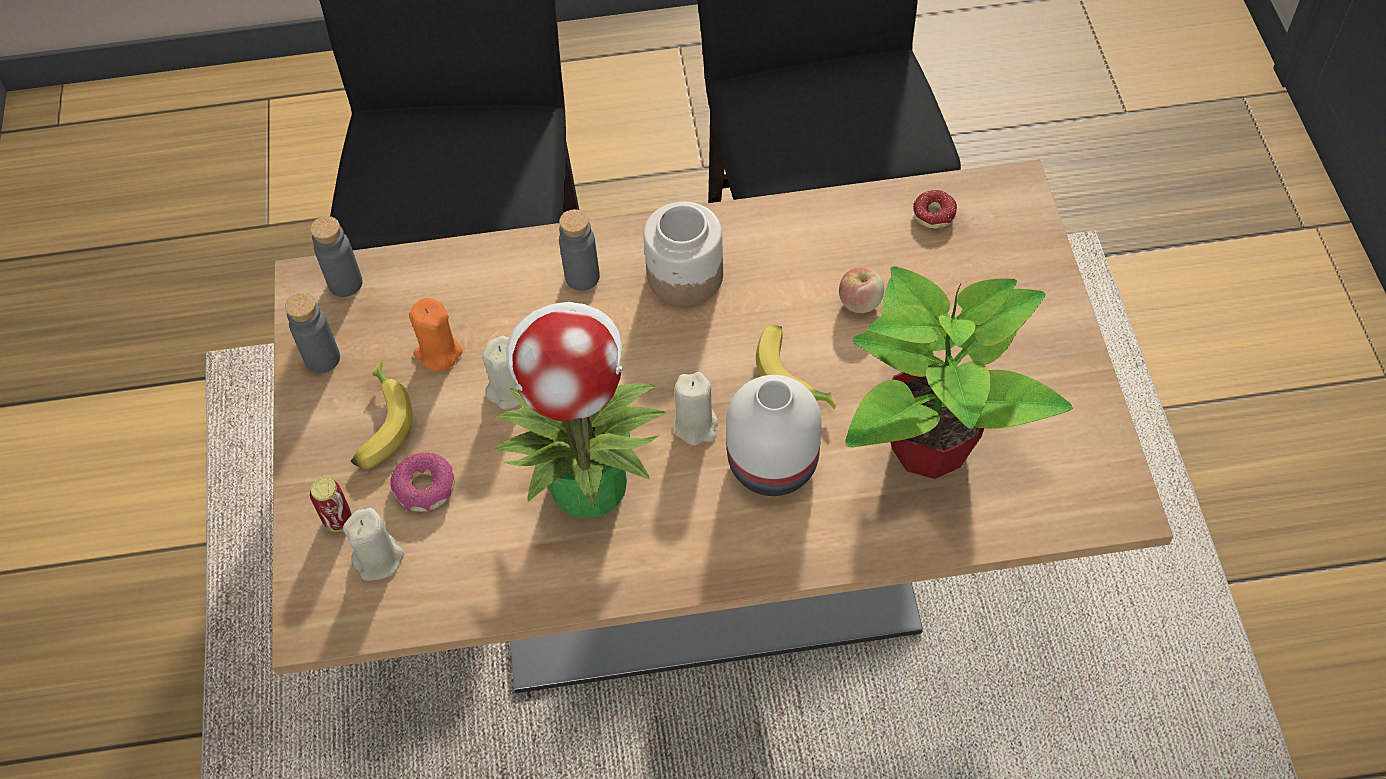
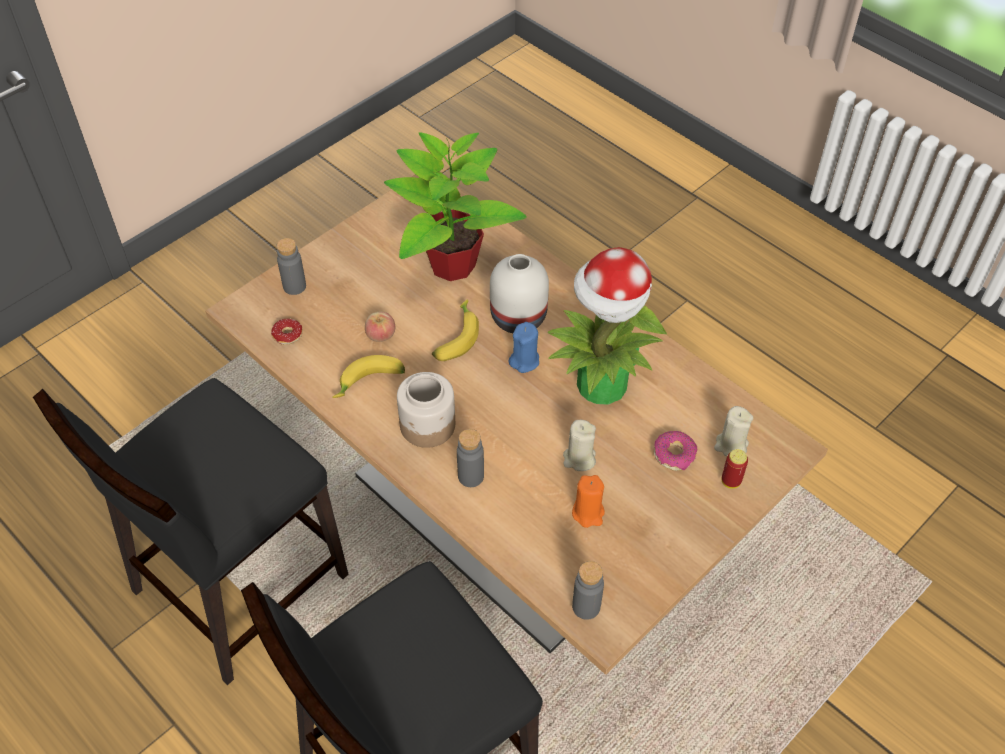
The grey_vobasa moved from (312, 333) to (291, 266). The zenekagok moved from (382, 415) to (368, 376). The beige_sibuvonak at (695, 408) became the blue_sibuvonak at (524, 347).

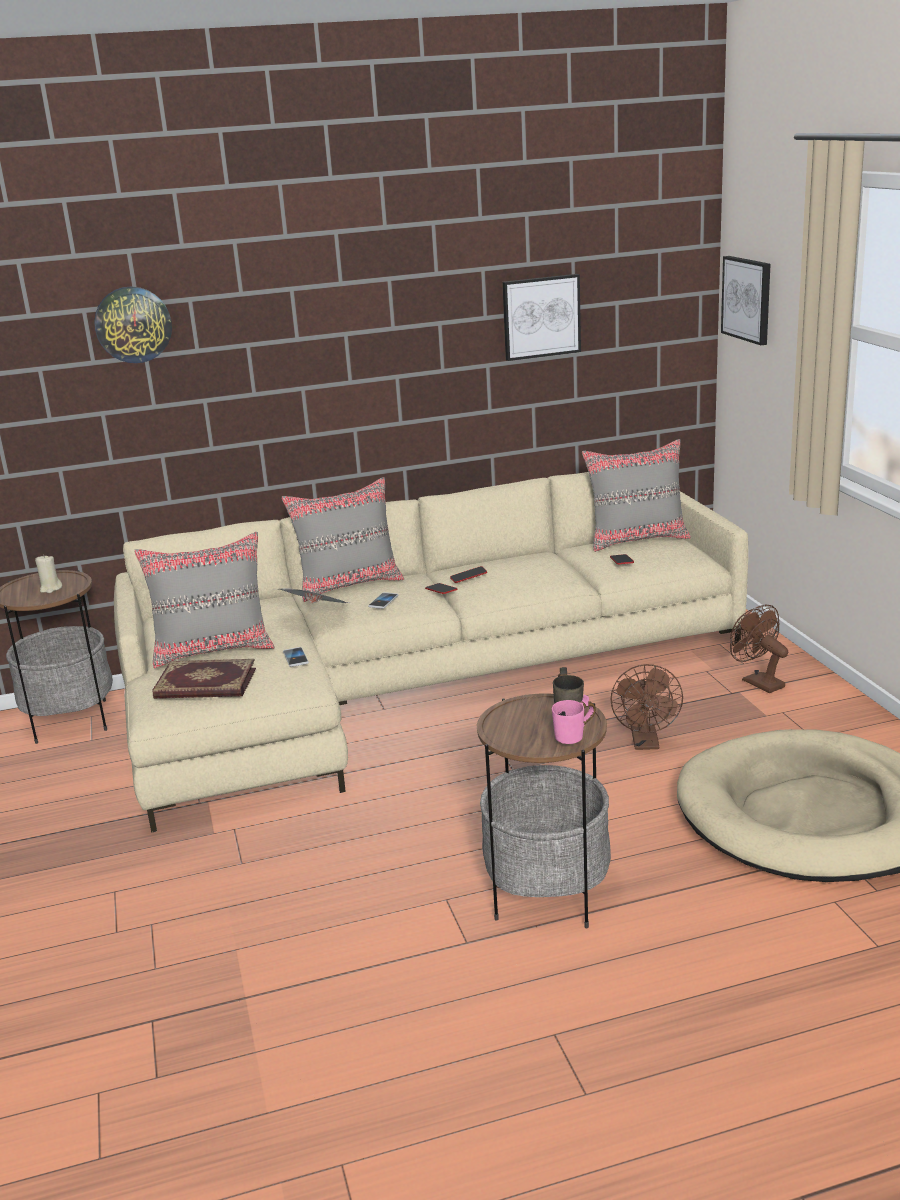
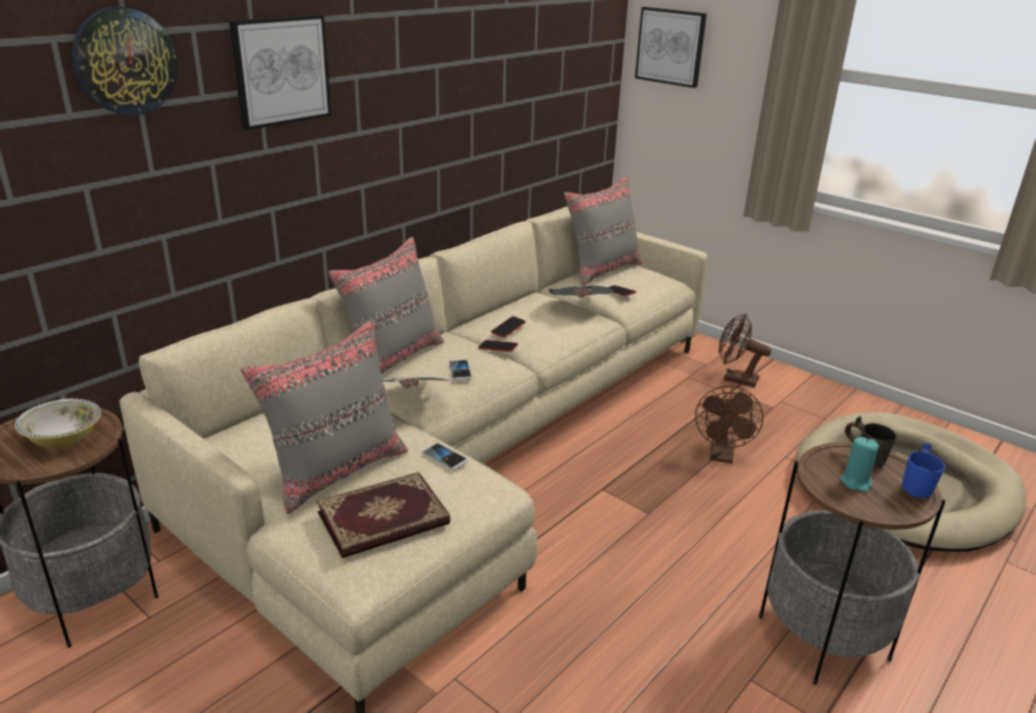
The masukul at (581, 292) appeared. The turquoise_sibuvonak at (859, 464) appeared. The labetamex moved from (541, 317) to (280, 72). The beige_sibuvonak at (48, 574) was replaced by the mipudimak at (58, 423). The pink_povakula at (574, 719) became the blue_povakula at (923, 470). The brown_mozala at (647, 707) turned 45 degrees clockwise.

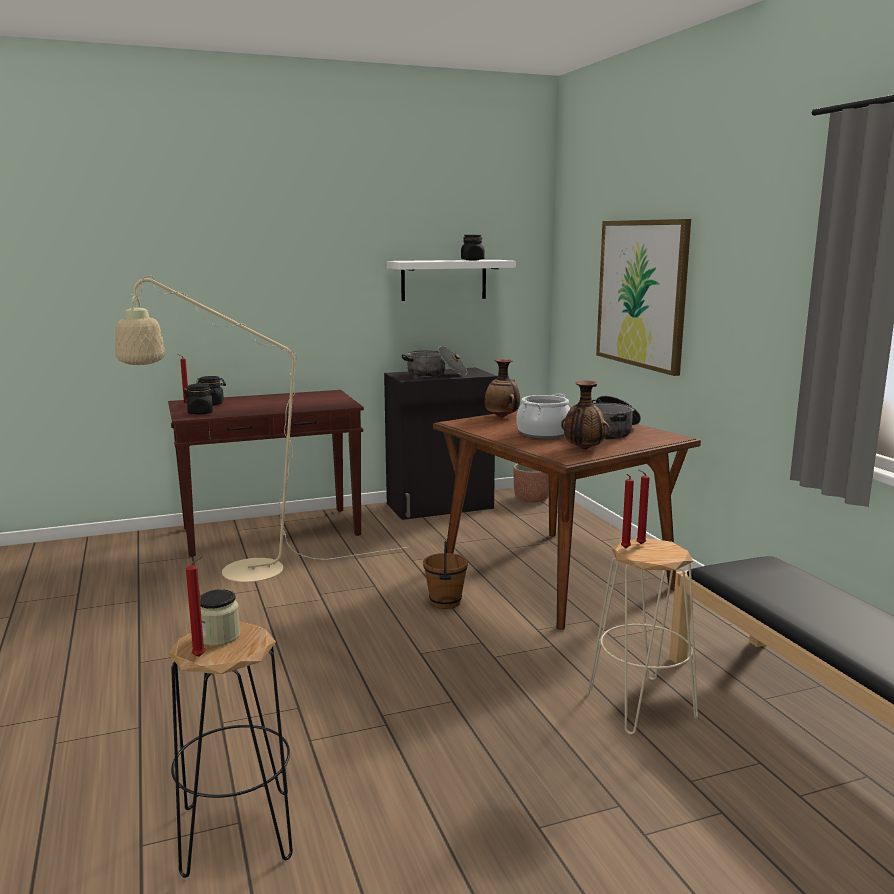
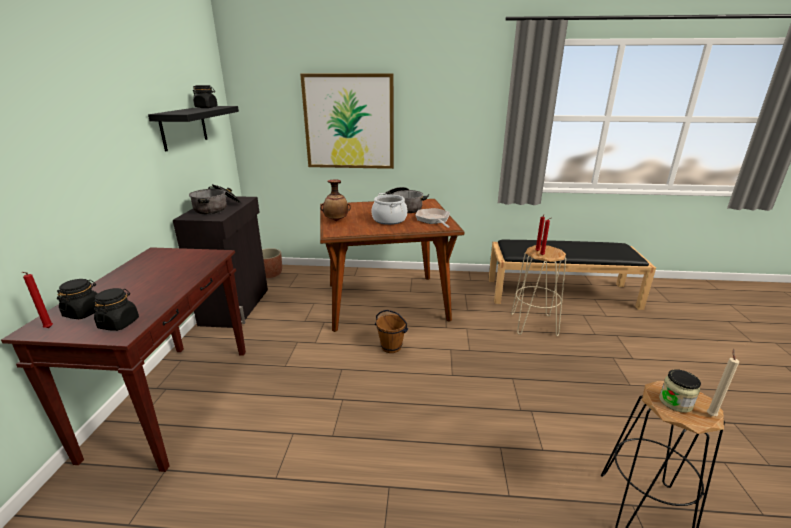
The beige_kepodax at (261, 428) disappeared. The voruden at (585, 415) was replaced by the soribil at (432, 218). The red_sibuvonak at (195, 606) became the beige_sibuvonak at (723, 382). The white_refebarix at (451, 280) became the black_refebarix at (193, 129).

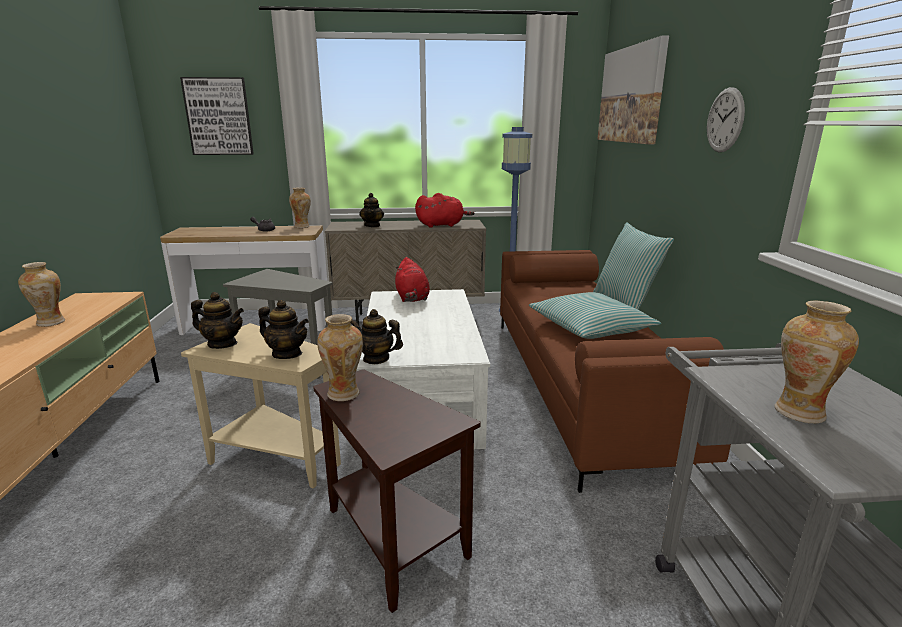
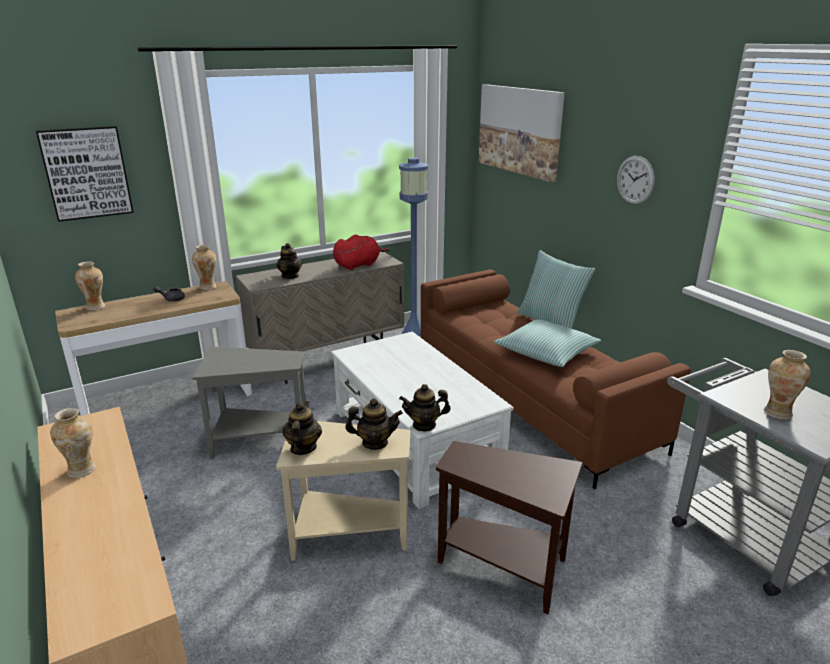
The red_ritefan at (412, 279) disappeared. The voruden moved from (340, 357) to (90, 285). The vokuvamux at (217, 320) turned 75 degrees counterclockwise.

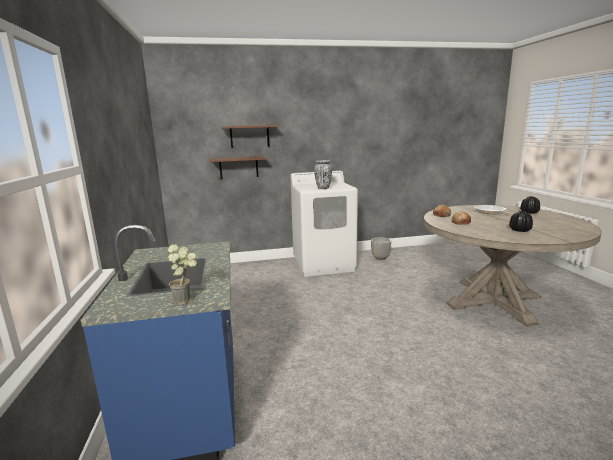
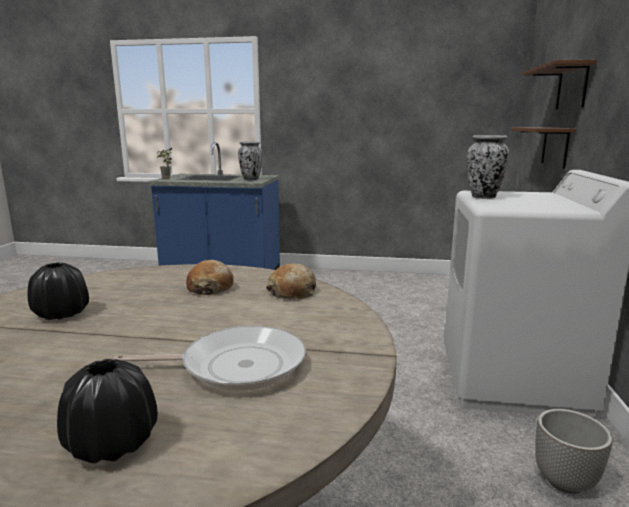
The voruden at (250, 160) appeared.

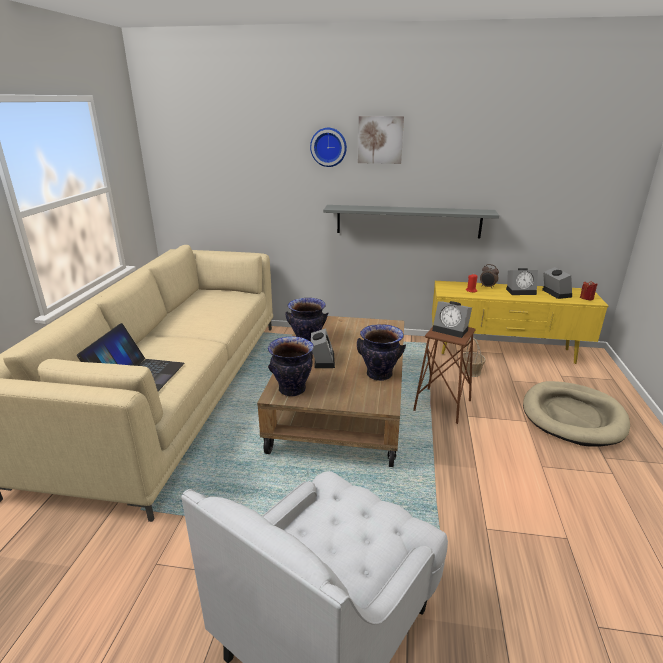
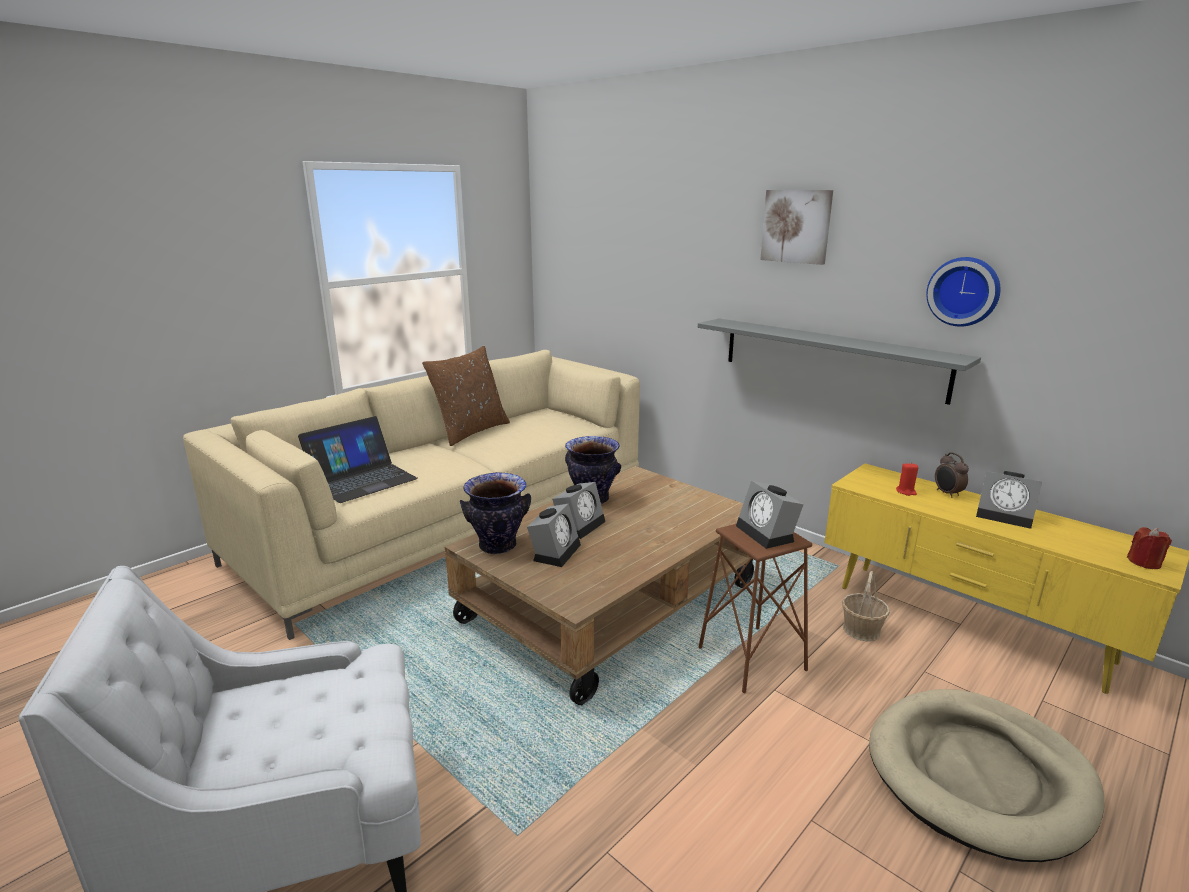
The voruden at (381, 352) disappeared. The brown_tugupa at (466, 396) appeared. The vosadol moved from (328, 147) to (963, 292). The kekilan moved from (557, 283) to (554, 535).

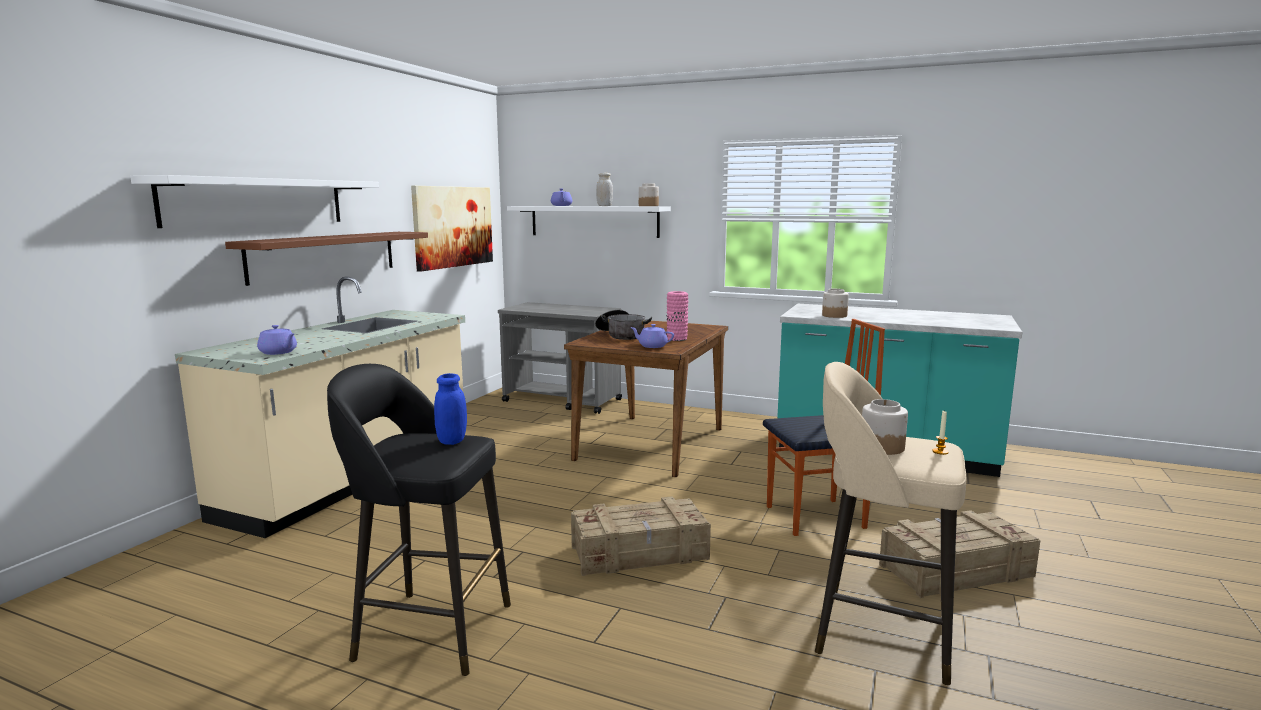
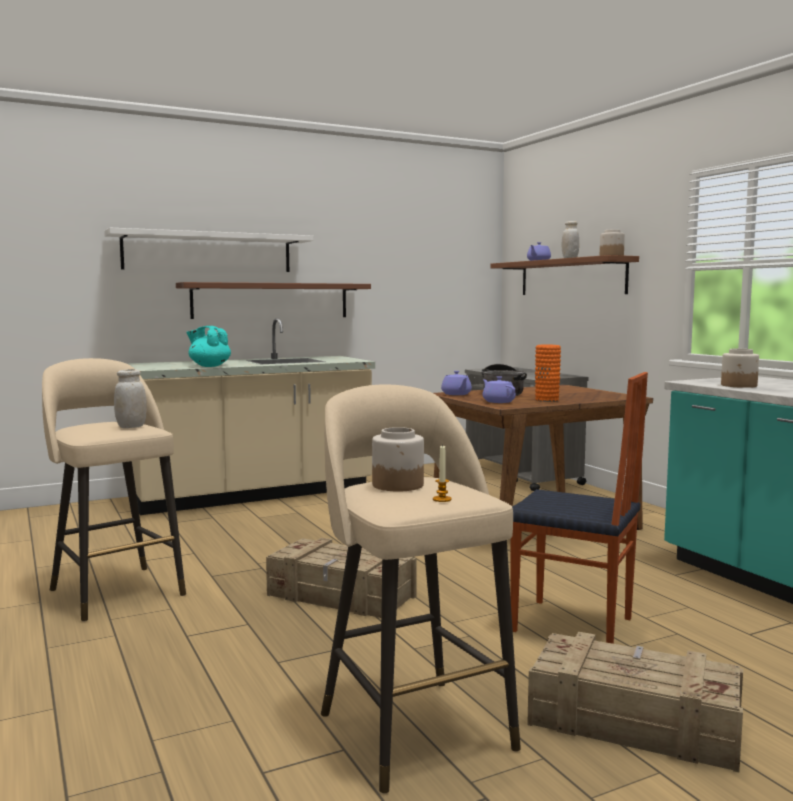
The labetamex at (452, 229) disappeared. The turquoise_vokuvamux at (208, 346) appeared. The purple_vokuvamux moved from (277, 340) to (456, 383). The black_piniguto at (419, 520) became the beige_piniguto at (114, 490). The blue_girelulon at (450, 409) became the white_girelulon at (130, 398). The white_refebarix at (589, 222) became the brown_refebarix at (565, 275). The pink_voruden at (677, 316) became the orange_voruden at (548, 373).

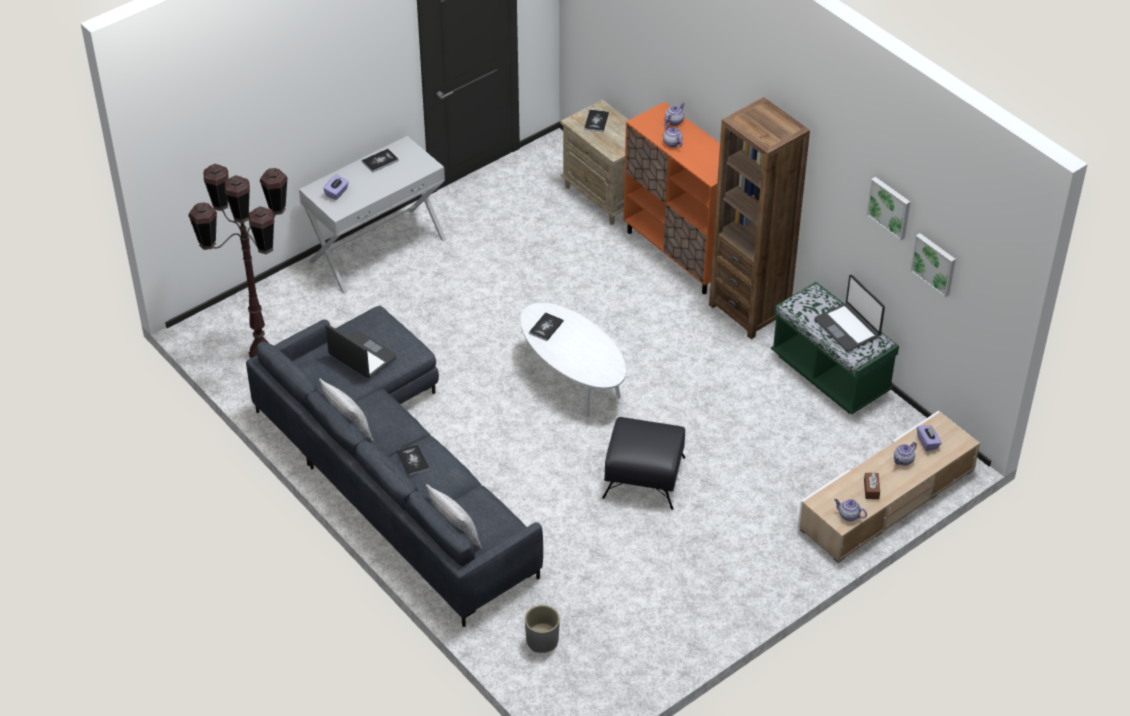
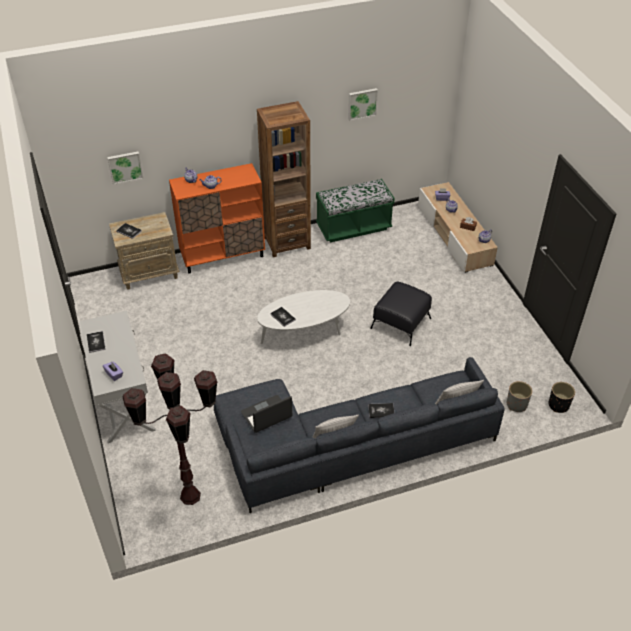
The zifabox at (850, 313) disappeared. The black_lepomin at (562, 397) appeared. The labetamex moved from (933, 265) to (125, 168).

